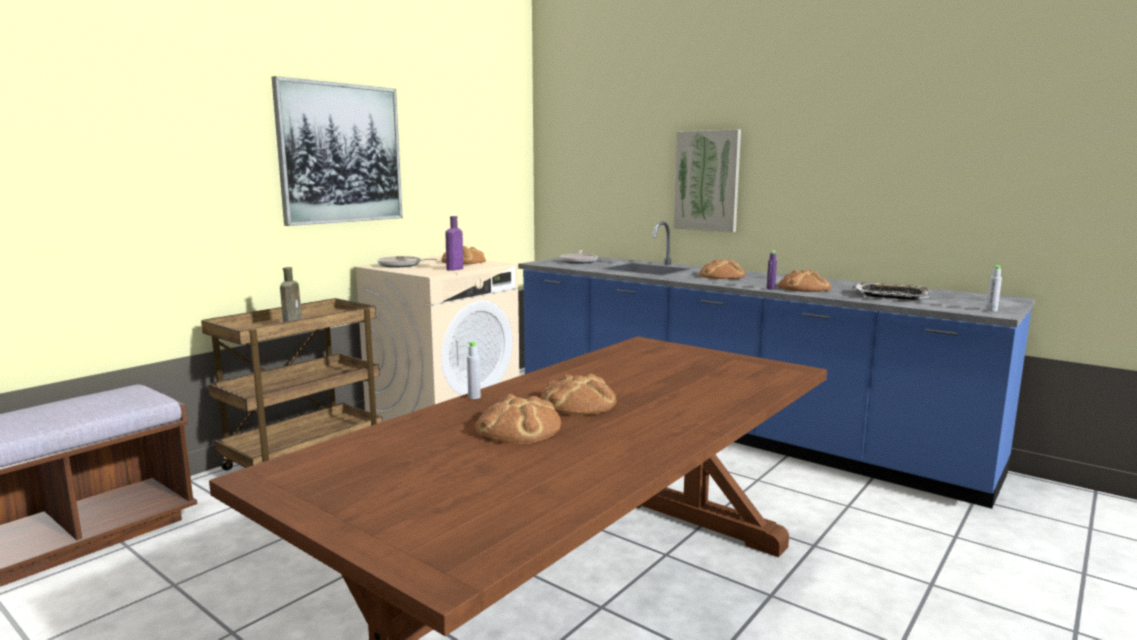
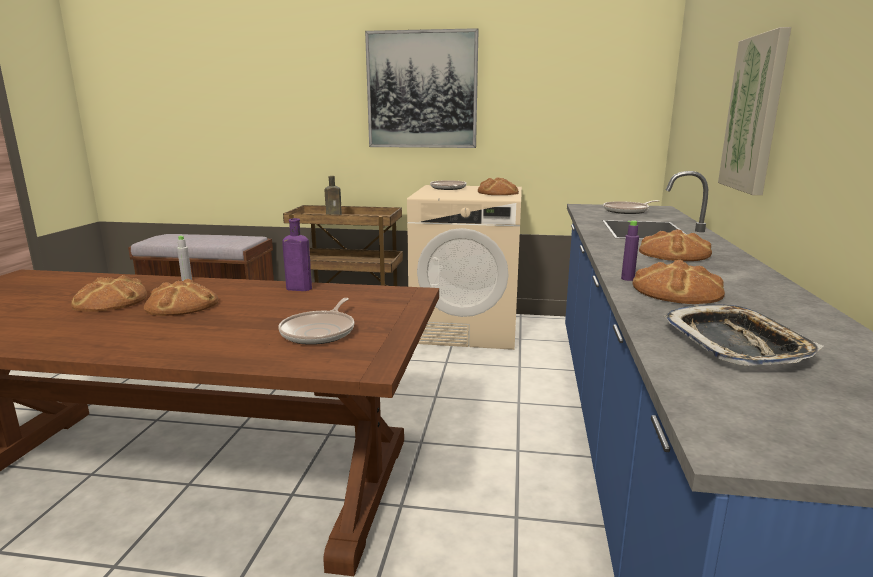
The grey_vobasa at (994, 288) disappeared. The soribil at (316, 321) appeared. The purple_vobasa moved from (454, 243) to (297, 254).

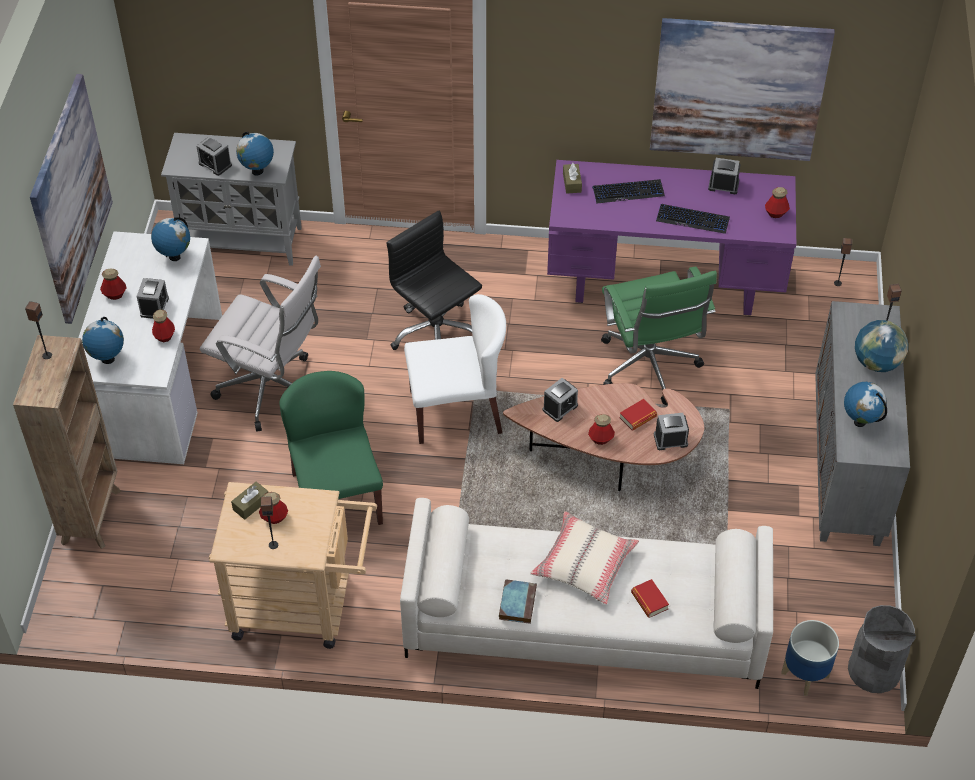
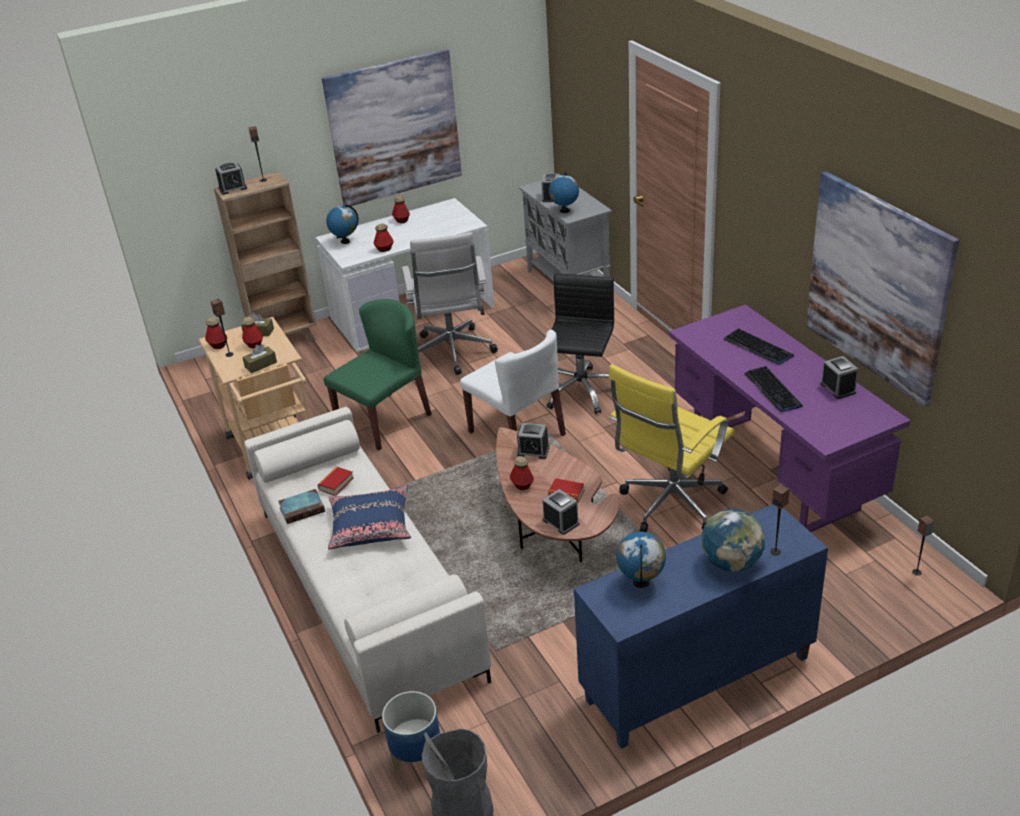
The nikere at (170, 239) disappeared. The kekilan moved from (153, 298) to (231, 178). The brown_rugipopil moved from (572, 178) to (259, 358). The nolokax moved from (650, 598) to (336, 481). The vobasa moved from (777, 202) to (216, 333). The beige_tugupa at (584, 557) became the blue_tugupa at (369, 517). The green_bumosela at (659, 335) became the yellow_bumosela at (671, 448). The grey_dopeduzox at (862, 423) became the blue_dopeduzox at (701, 626).

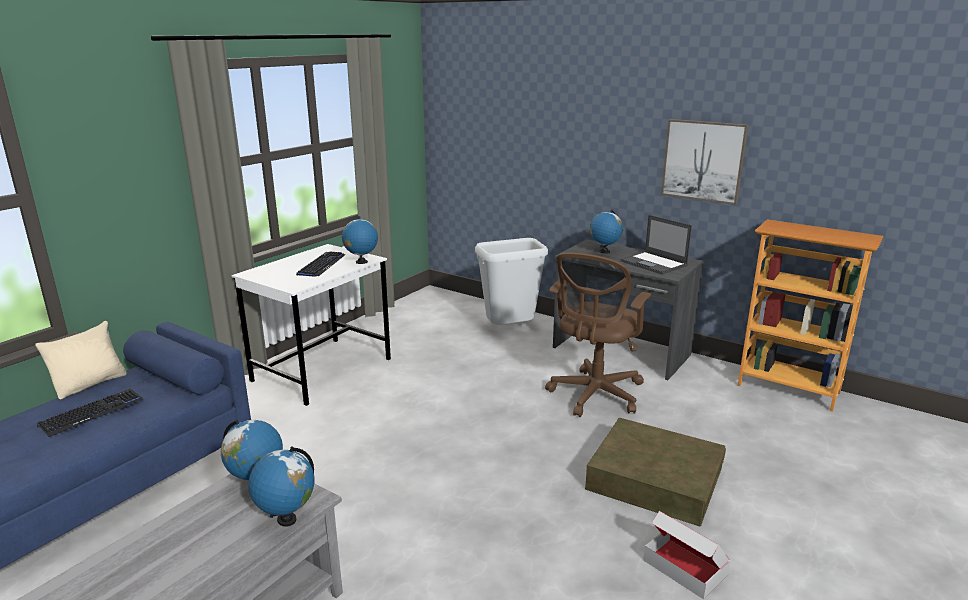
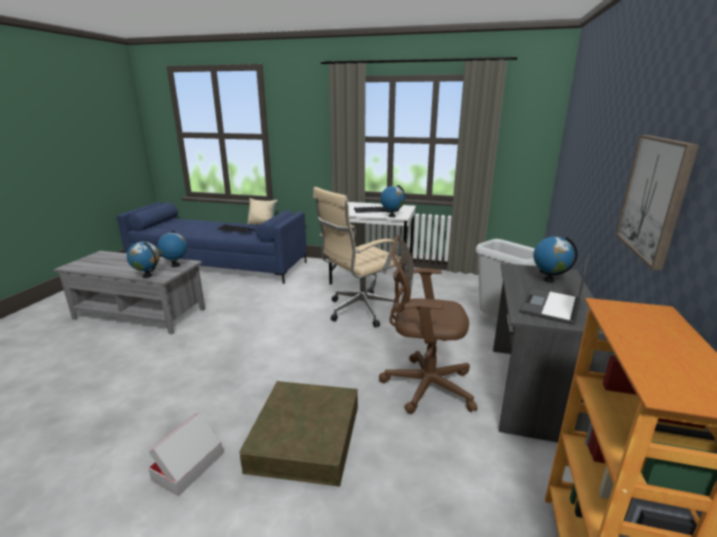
The beige_bumosela at (357, 257) appeared.

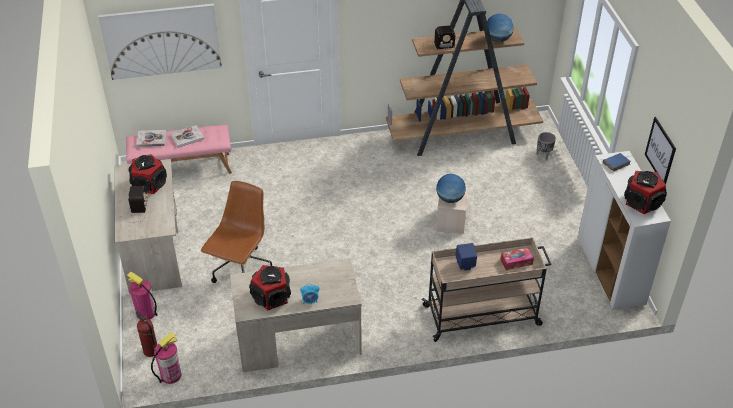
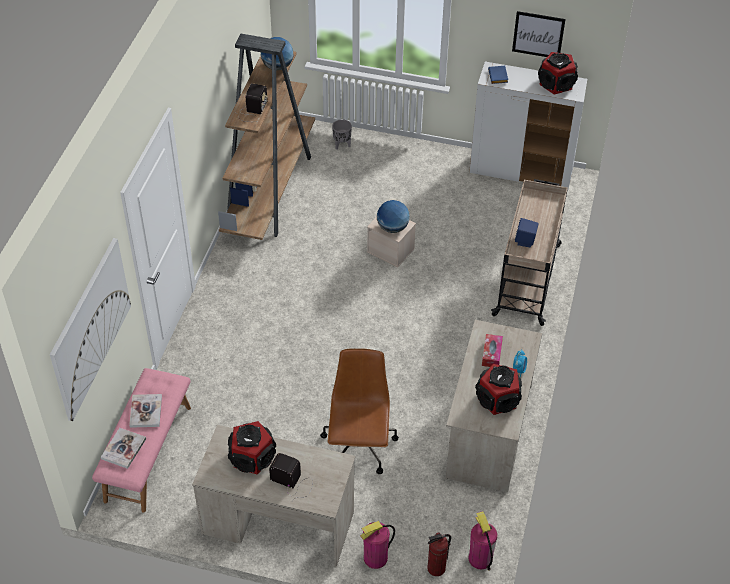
The rugipopil moved from (517, 259) to (492, 350). The brown_bumosela at (236, 232) turned 45 degrees clockwise.

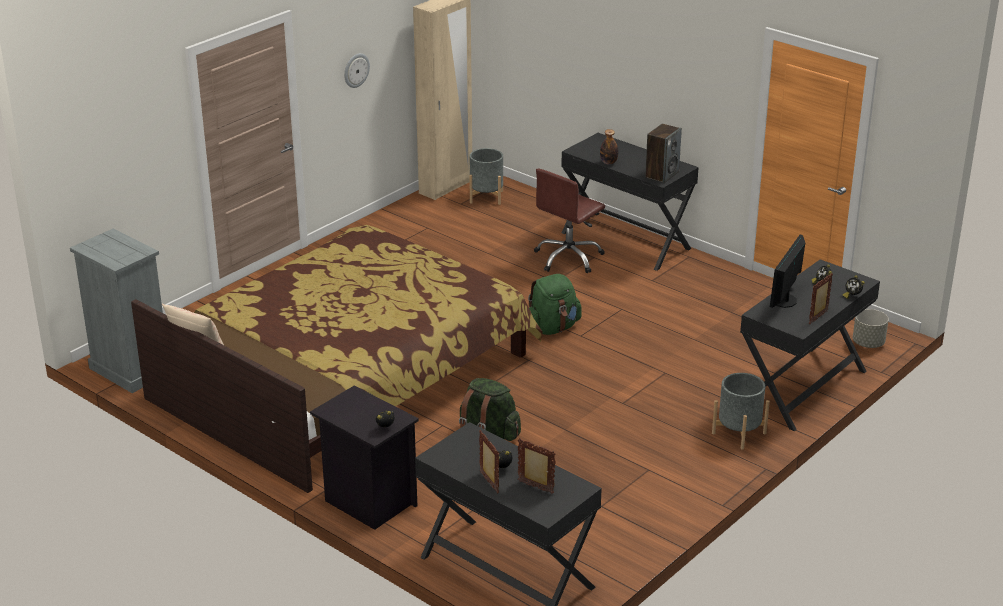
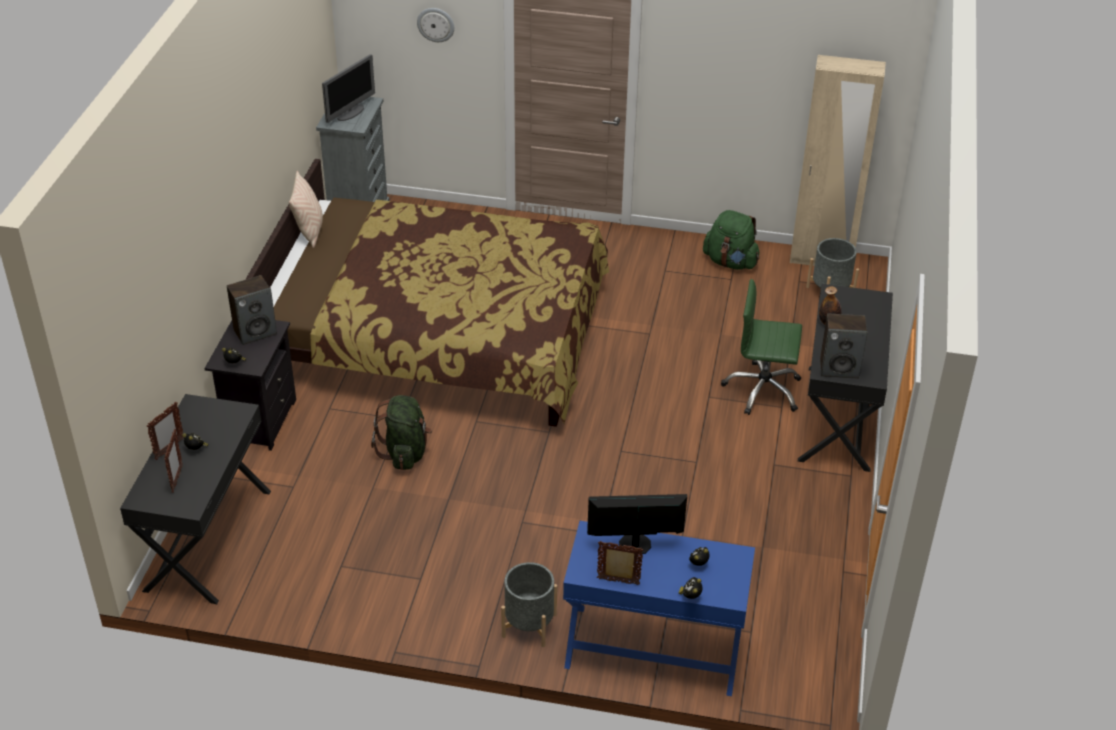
The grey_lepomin at (871, 328) disappeared. The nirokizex at (252, 310) appeared. The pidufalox at (348, 88) appeared. The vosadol moved from (357, 70) to (435, 25). The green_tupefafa moved from (555, 304) to (731, 240). The brown_bumosela at (569, 220) became the green_bumosela at (761, 347). The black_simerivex at (810, 345) became the blue_simerivex at (659, 608).

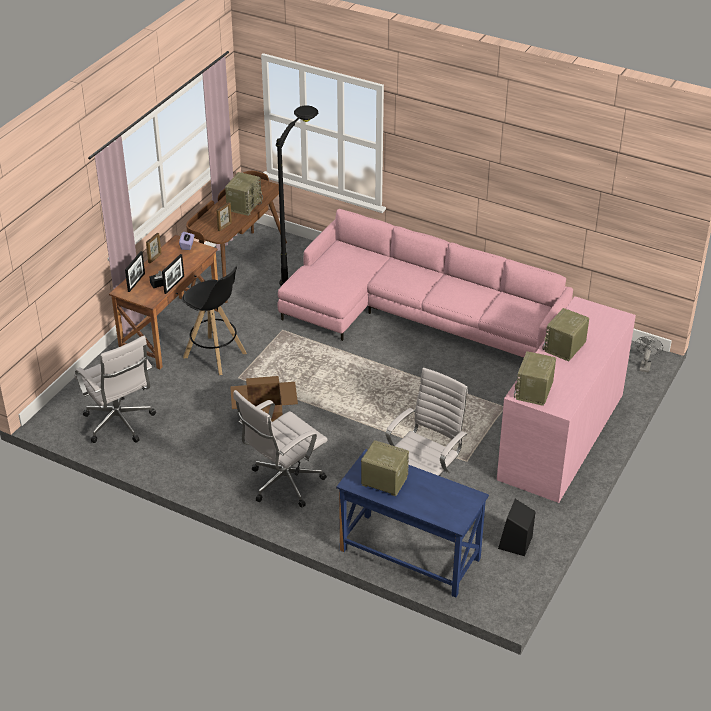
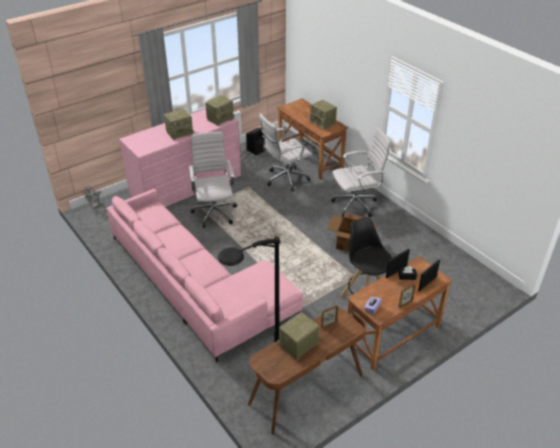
The white_bumosela moved from (115, 389) to (213, 180). The blue_simerivex at (412, 523) became the brown_simerivex at (312, 138).

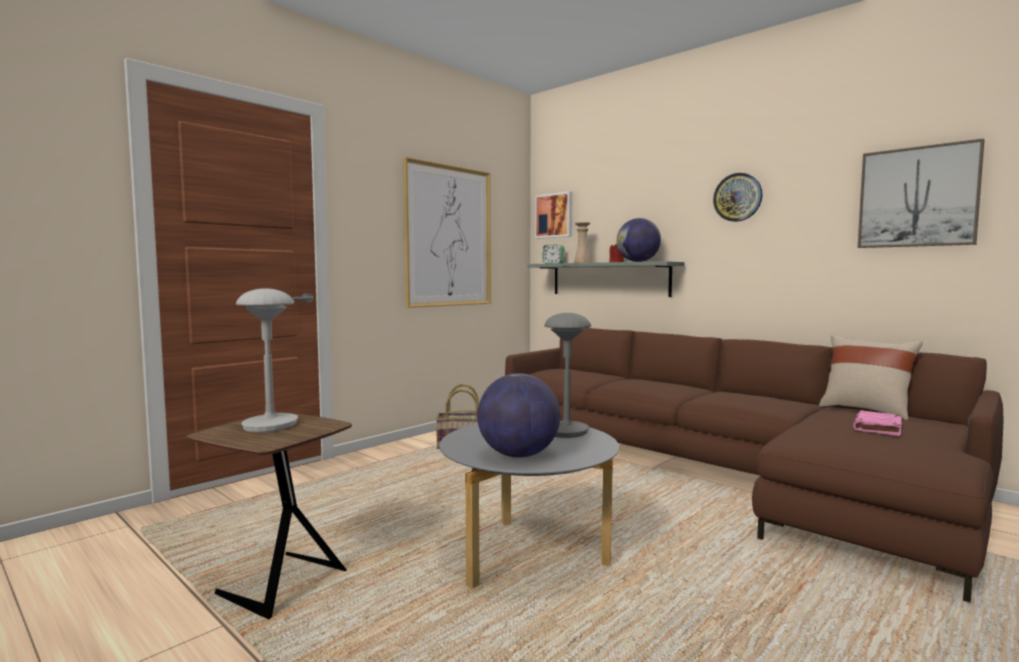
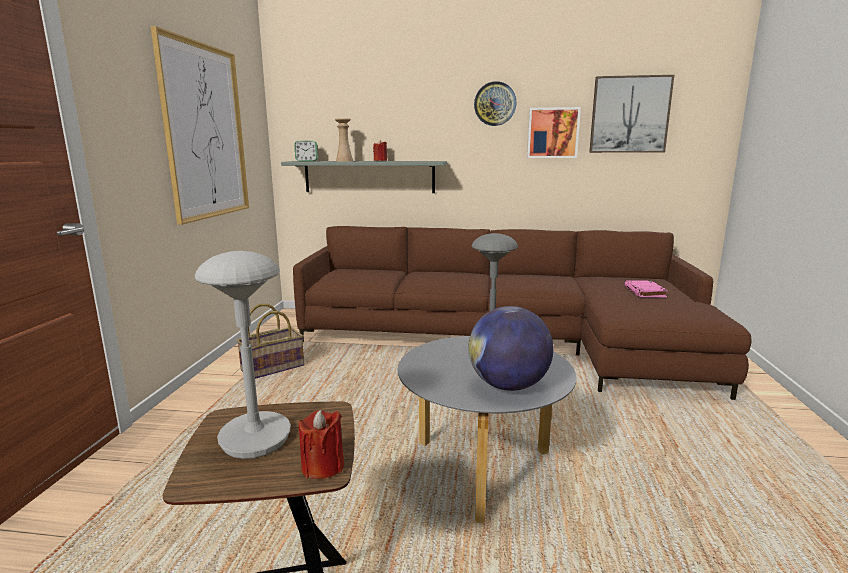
The nikere at (639, 240) disappeared. The beige_tugupa at (871, 377) disappeared. The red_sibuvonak at (321, 444) appeared. The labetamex moved from (554, 214) to (554, 132).

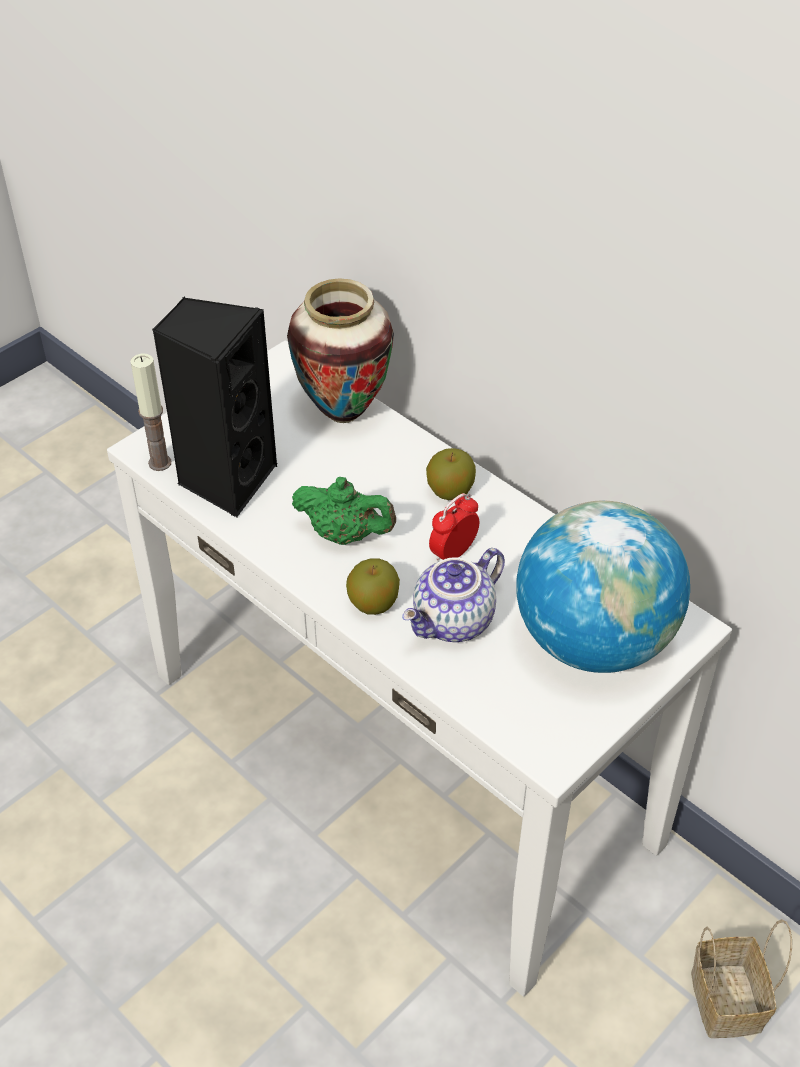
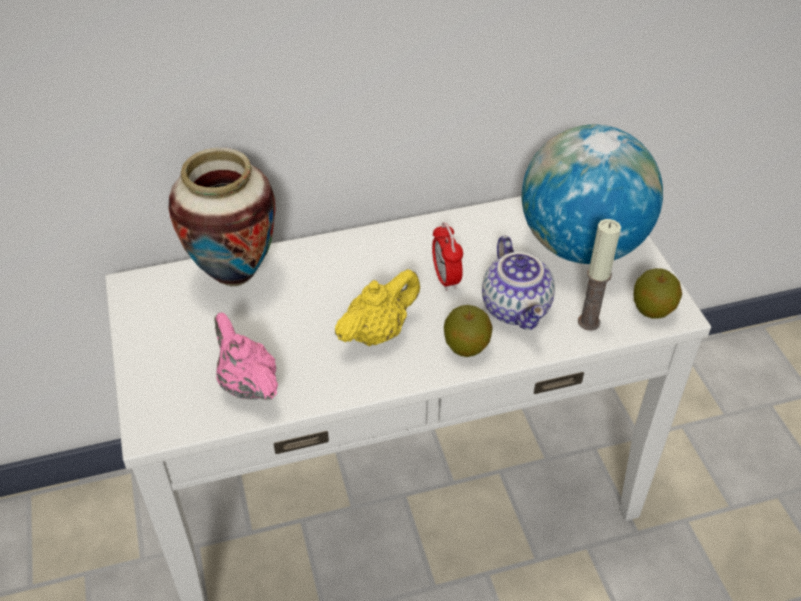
The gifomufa at (741, 978) disappeared. The sibuvonak moved from (150, 412) to (599, 275). The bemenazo moved from (451, 474) to (657, 293). The black_nirokizex at (215, 407) was replaced by the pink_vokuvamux at (246, 356). The green_vokuvamux at (344, 511) became the yellow_vokuvamux at (377, 307).

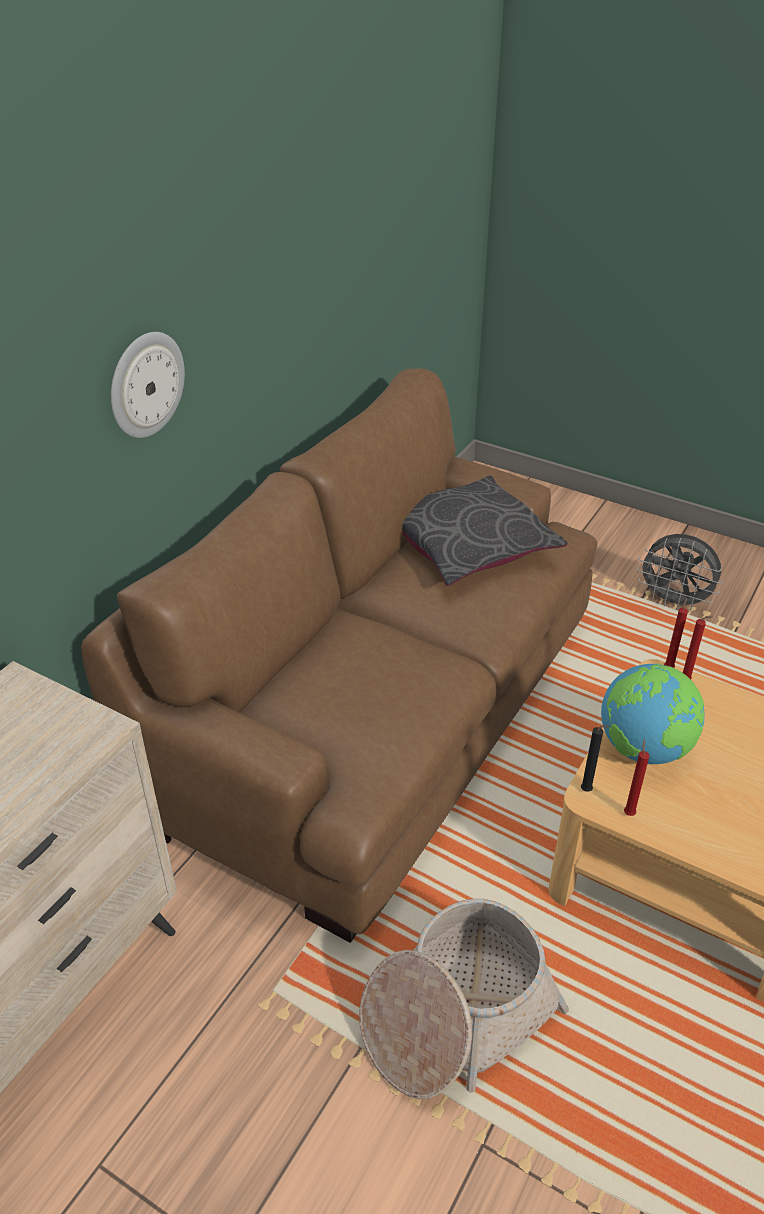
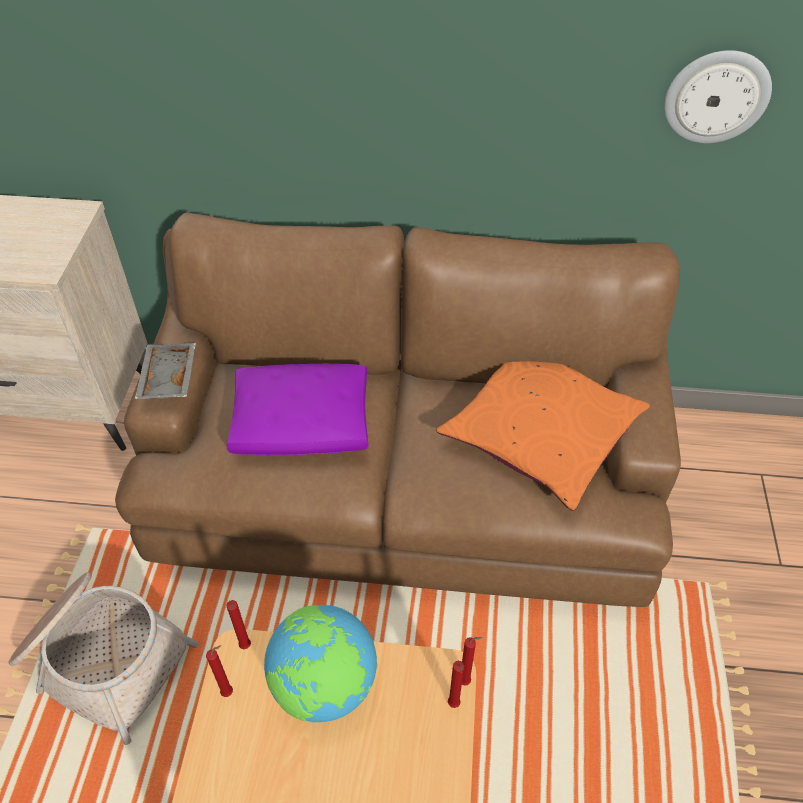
The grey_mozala at (679, 572) disappeared. The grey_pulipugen at (165, 371) appeared. The purple_tugupa at (297, 409) appeared. The vosadol moved from (148, 385) to (718, 96). The grey_tugupa at (484, 531) became the orange_tugupa at (543, 436). The black_sibuvonak at (595, 758) became the red_sibuvonak at (238, 624).

